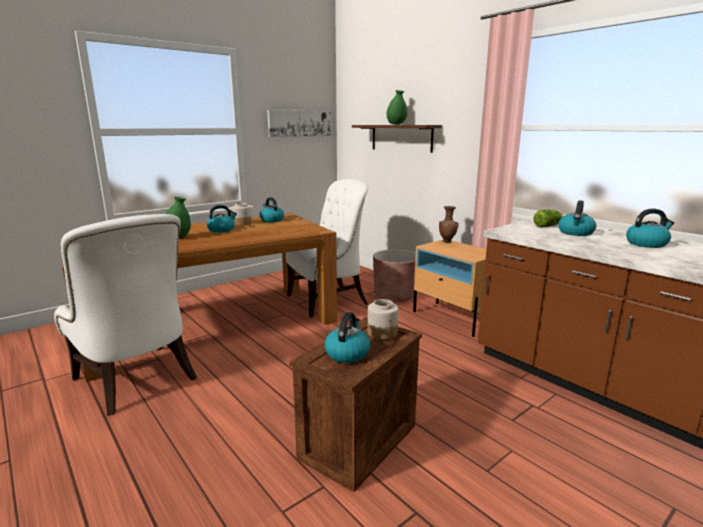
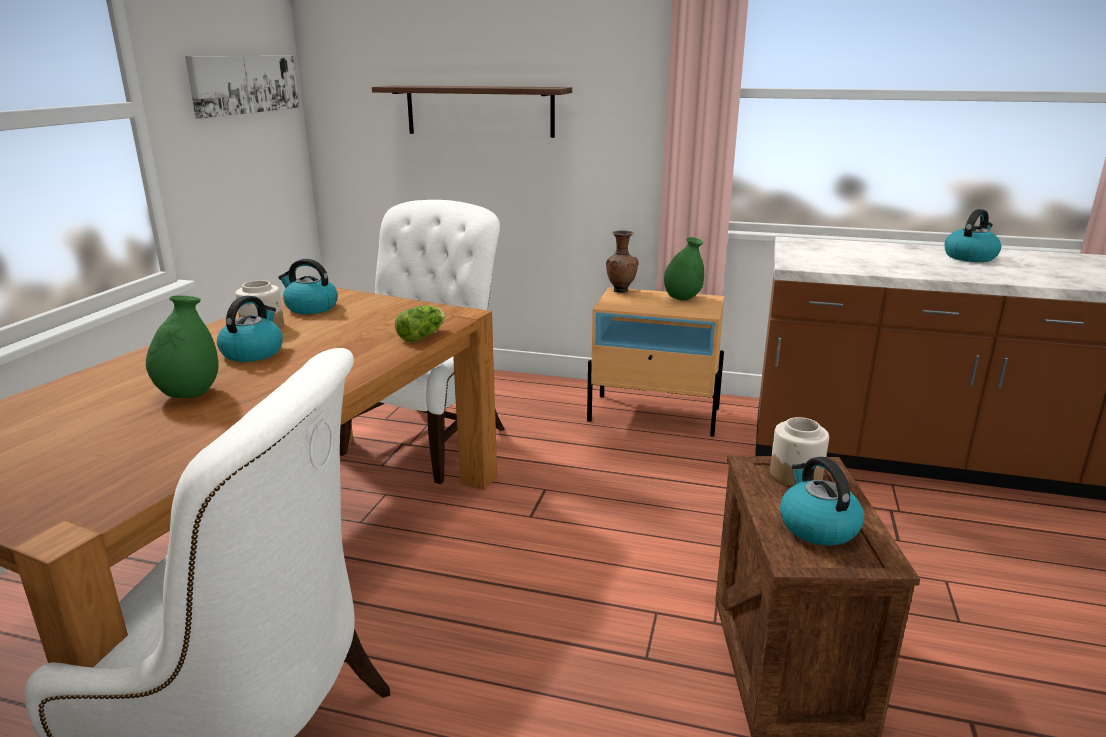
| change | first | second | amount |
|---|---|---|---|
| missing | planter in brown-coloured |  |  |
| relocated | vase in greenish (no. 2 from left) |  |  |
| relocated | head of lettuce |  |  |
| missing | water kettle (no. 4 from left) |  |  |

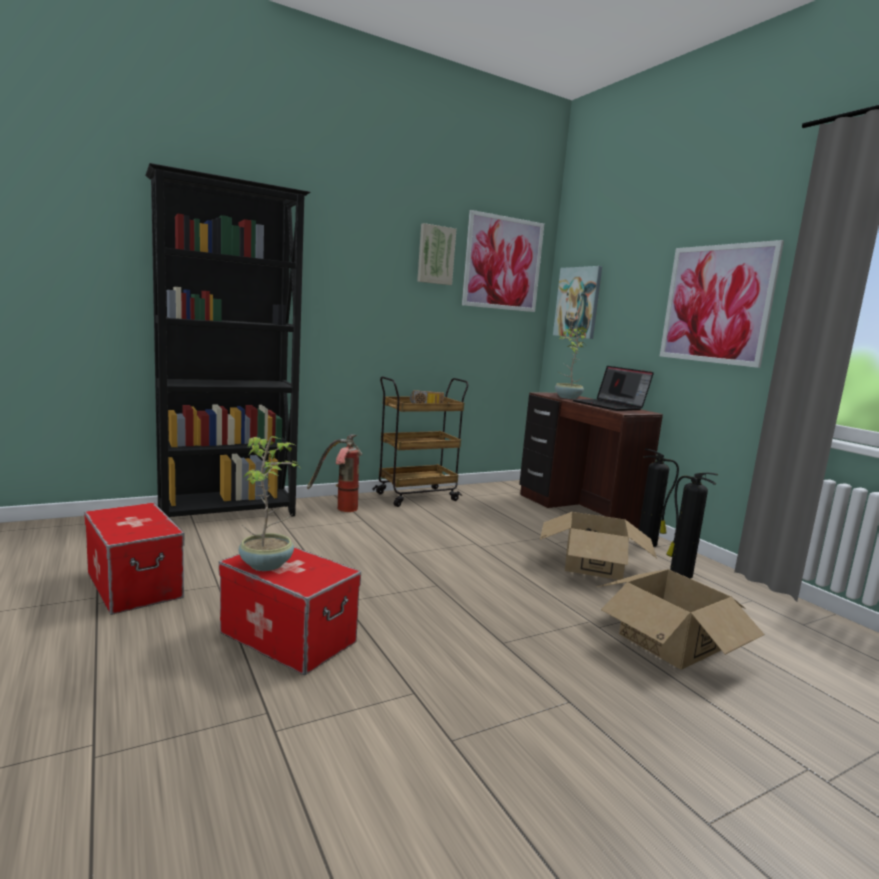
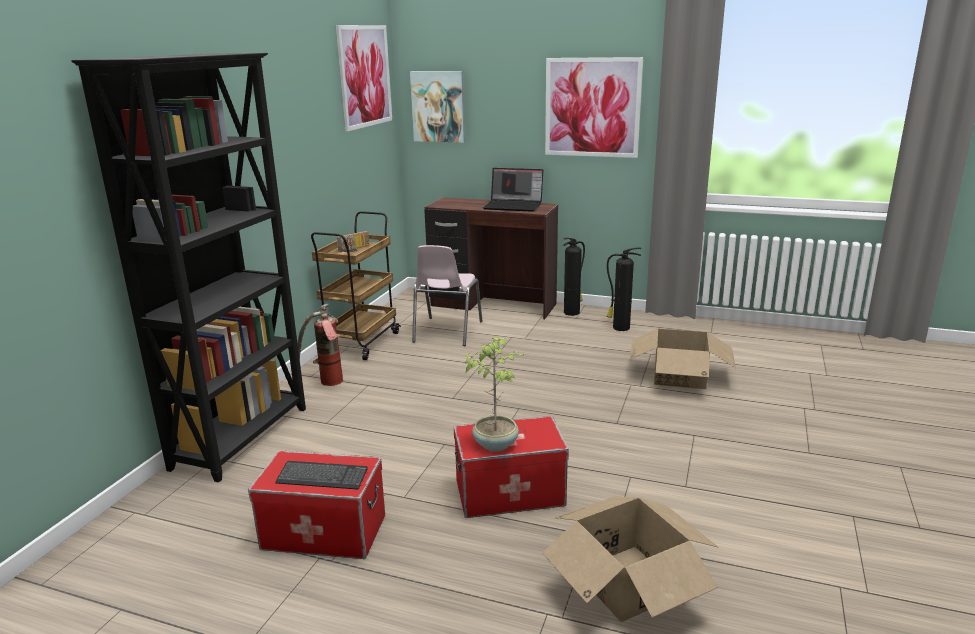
| change | first | second | amount |
|---|---|---|---|
| missing | wall picture (no. 1 from left) |  |  |
| relocated | carton (no. 1 from left) |  |  |
| missing | potted plant (no. 2 from left) |  |  |
| appeared |  | keyboard |  |
| appeared |  | chair in pinkish |  |

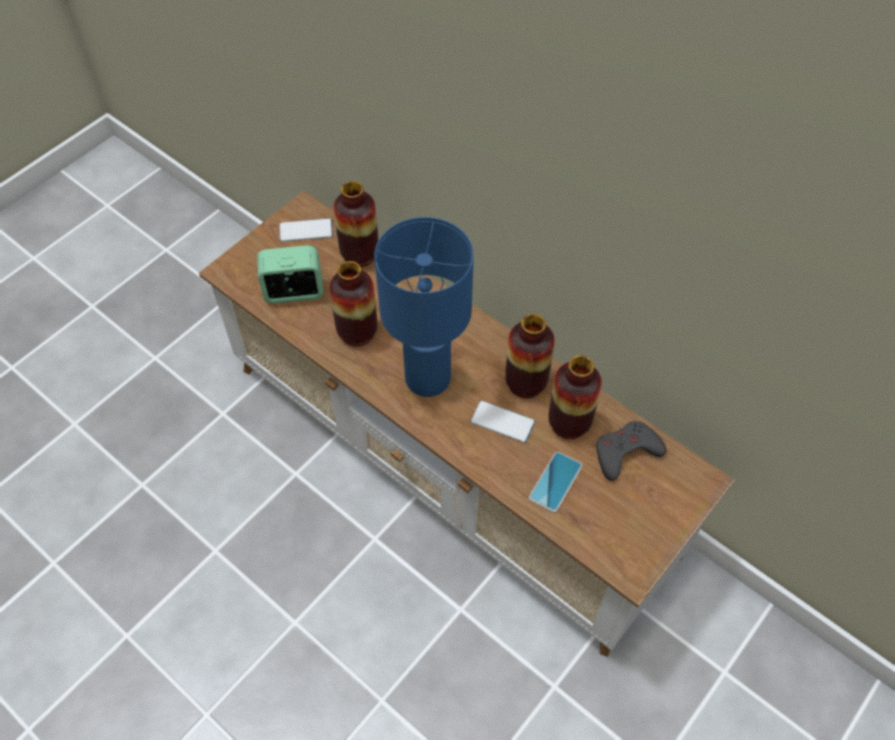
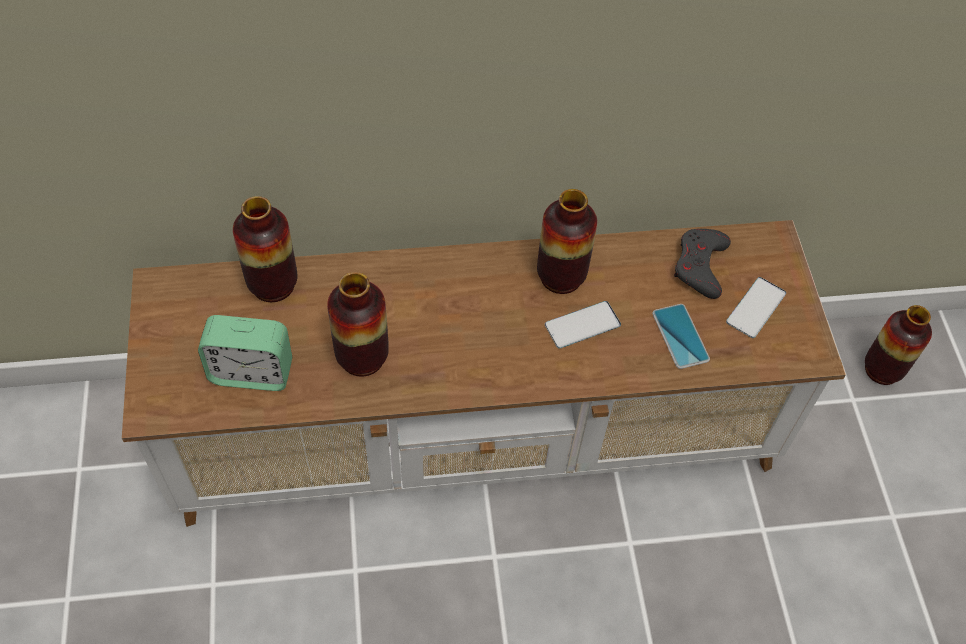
| change | first | second | amount |
|---|---|---|---|
| spun | table clock |  | 120 degrees counterclockwise |
| relocated | phone (no. 1 from left in the first image) | phone (no. 3 from left) |  |
| missing | table lamp in blue-coloured |  |  |
| relocated | vase (no. 4 from left) |  |  |

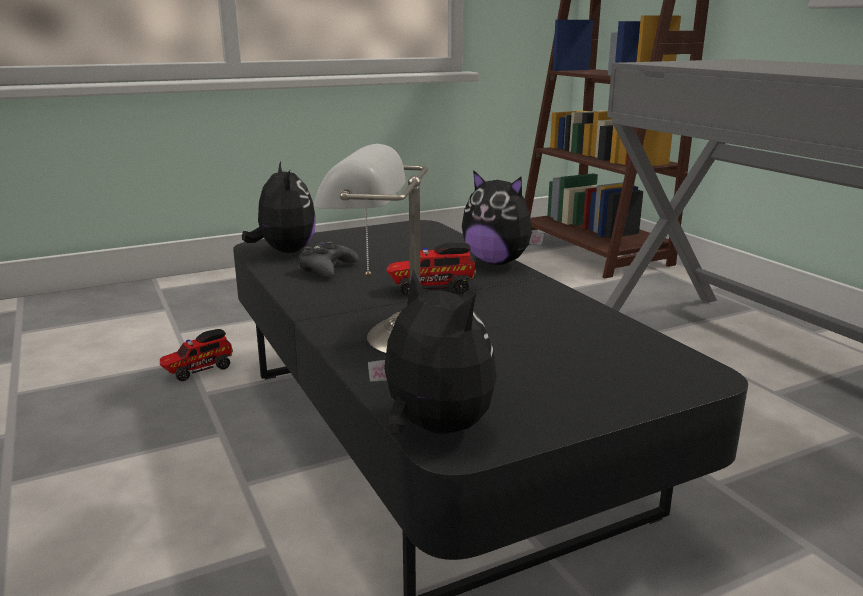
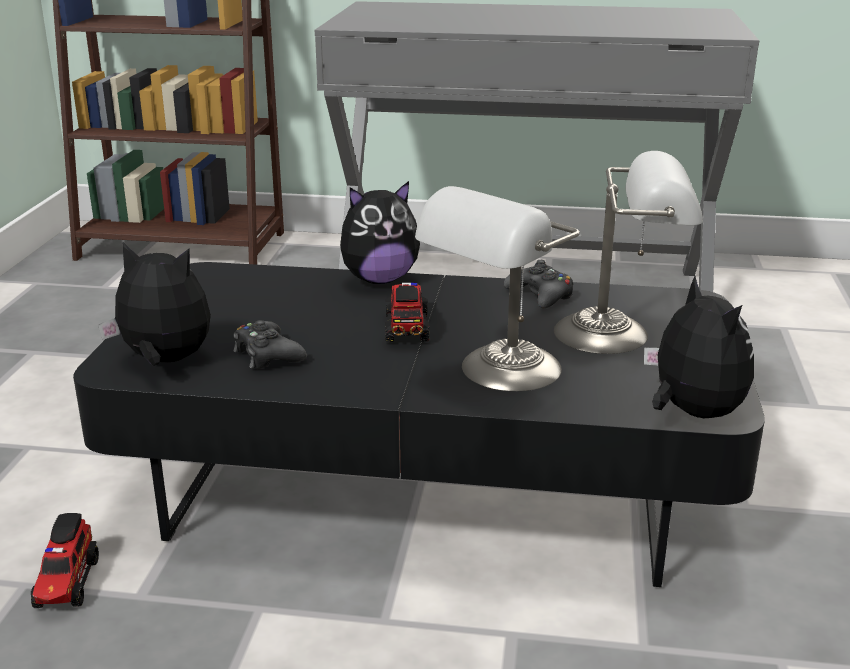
| change | first | second | amount |
|---|---|---|---|
| spun | cuddly toy (no. 2 from left in the first image) | cuddly toy (no. 3 from left) | 75 degrees clockwise |
| spun | toy truck (no. 2 from left) |  | 150 degrees clockwise |
| appeared |  | gamepad in black (no. 2 from left) |  |
| appeared |  | table lamp in white (no. 2 from left) |  |

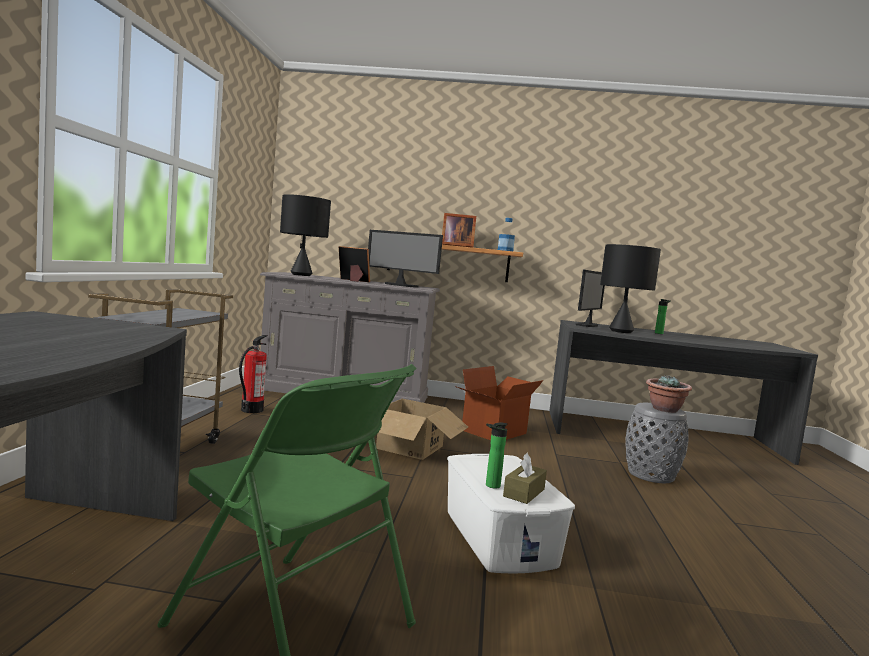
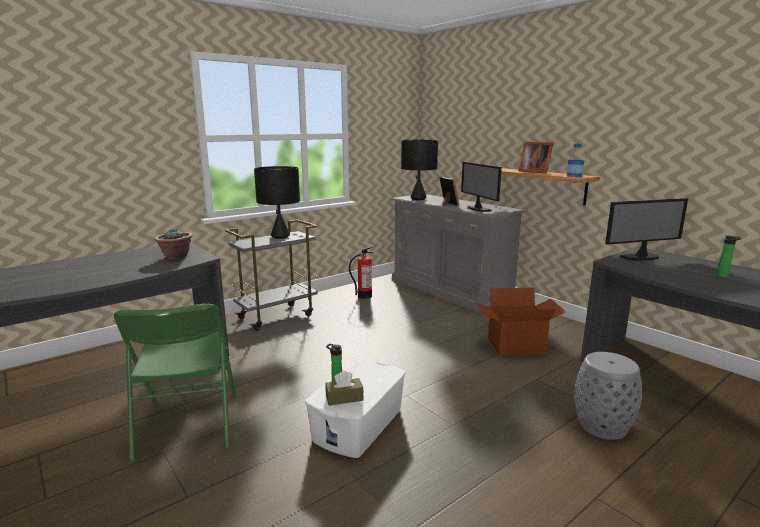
| change | first | second | amount |
|---|---|---|---|
| missing | carton (no. 1 from left) |  |  |
| relocated | table lamp in black (no. 2 from left in the first image) | table lamp in black (no. 1 from left) |  |
| relocated | potted plant |  |  |

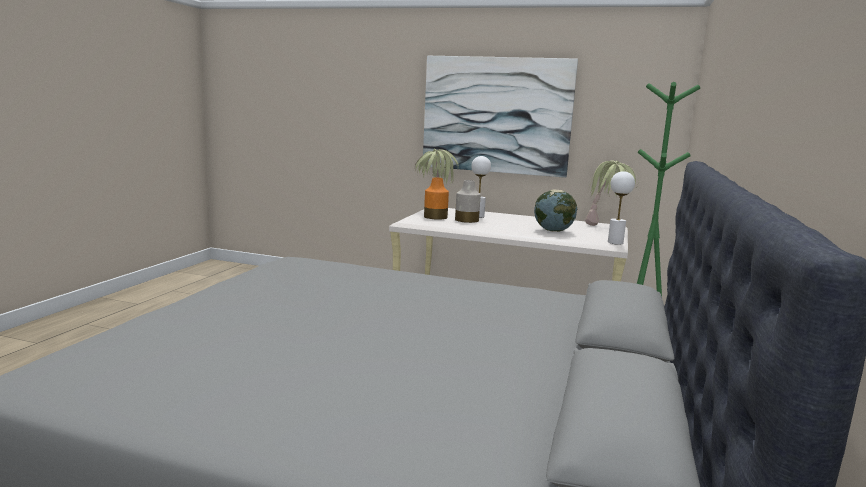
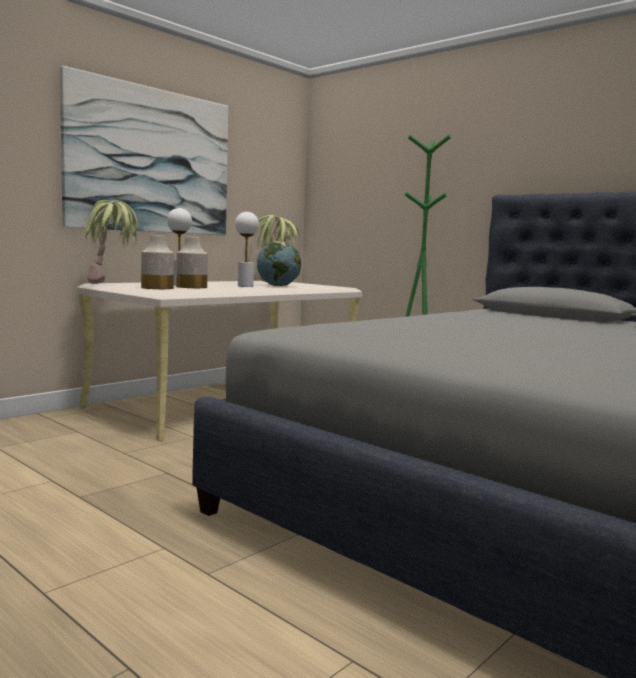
| change | first | second | amount |
|---|---|---|---|
| colour | vase in orangey | vase in beige-coloured (no. 1 from left) |  |
| relocated | table lamp in white (no. 2 from left) |  |  |

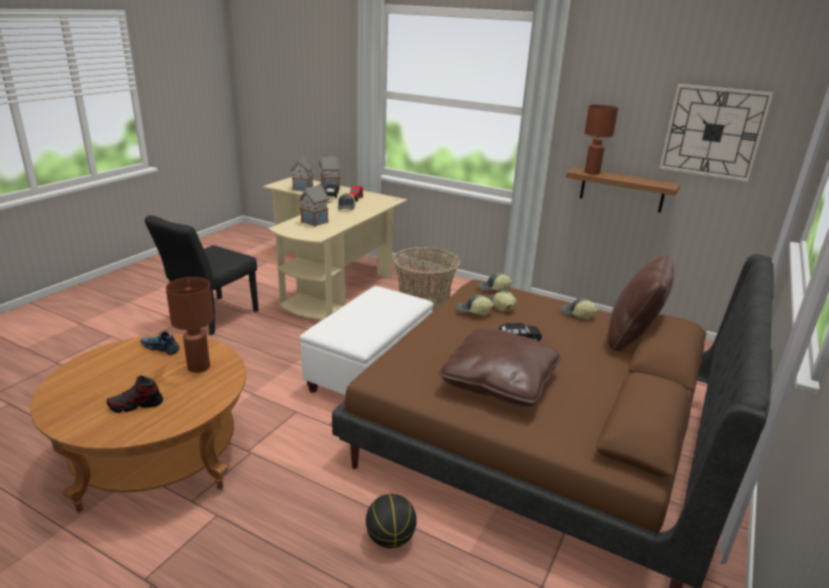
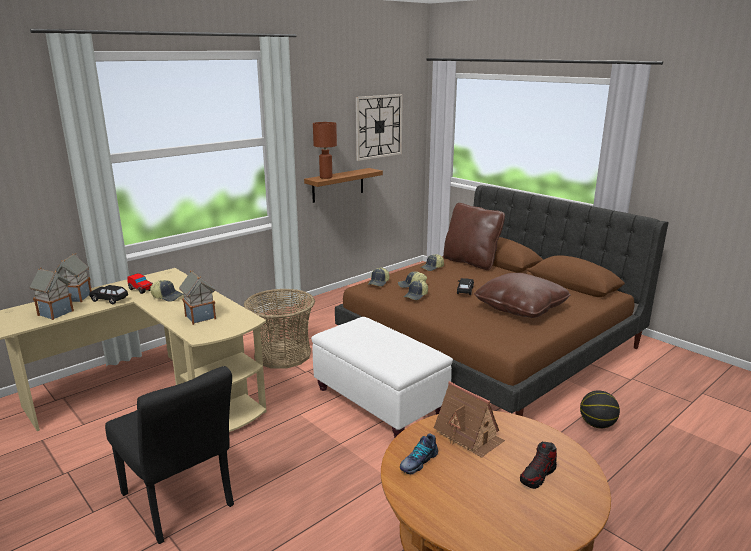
| change | first | second | amount |
|---|---|---|---|
| spun | low shoe (no. 1 from left in the first image) | low shoe (no. 2 from left) | 45 degrees clockwise |
| exchanged | table lamp in brown-coloured (no. 1 from left) | toy house (no. 4 from left) |  |

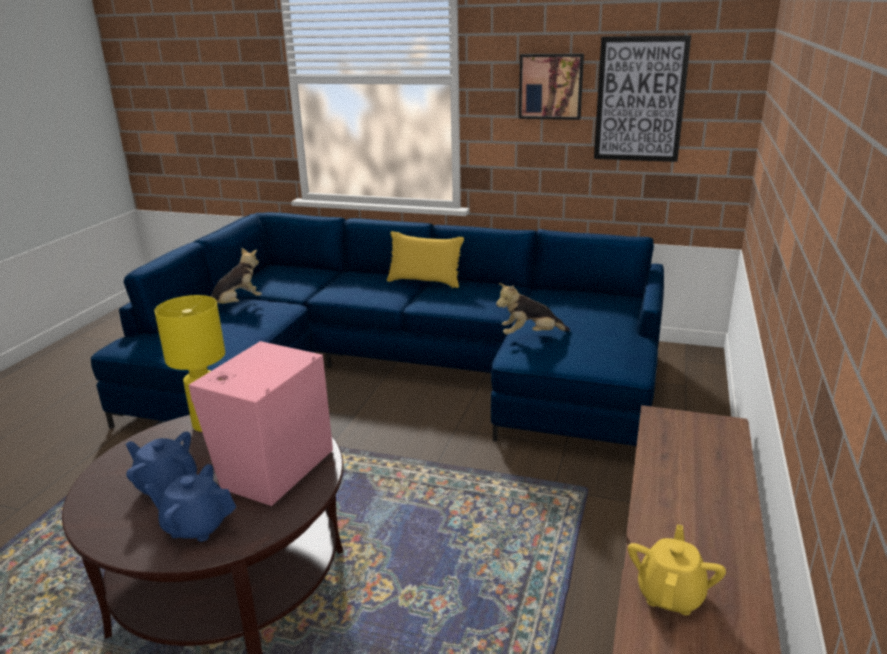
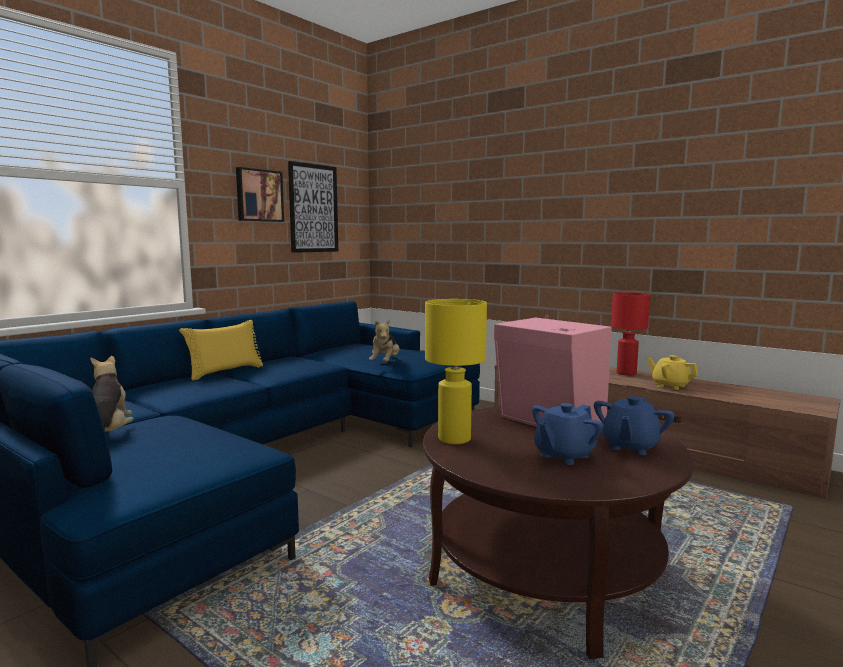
| change | first | second | amount |
|---|---|---|---|
| appeared |  | table lamp in red |  |

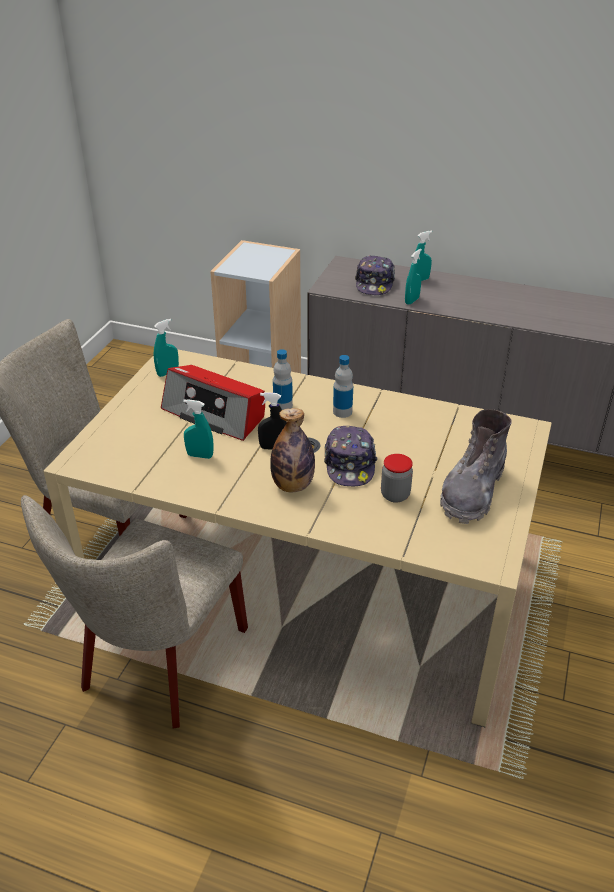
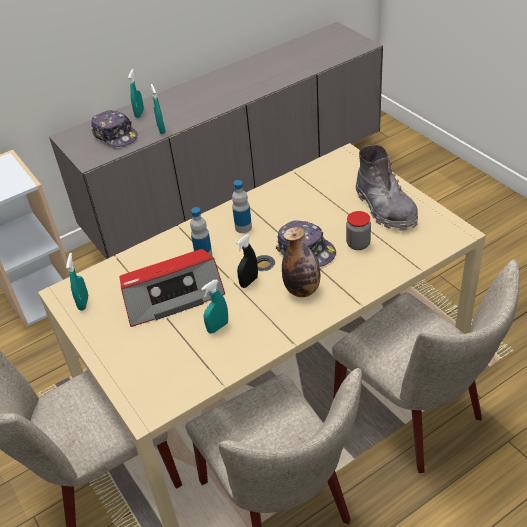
| change | first | second | amount |
|---|---|---|---|
| appeared |  | chair in beige-coloured (no. 3 from left) |  |

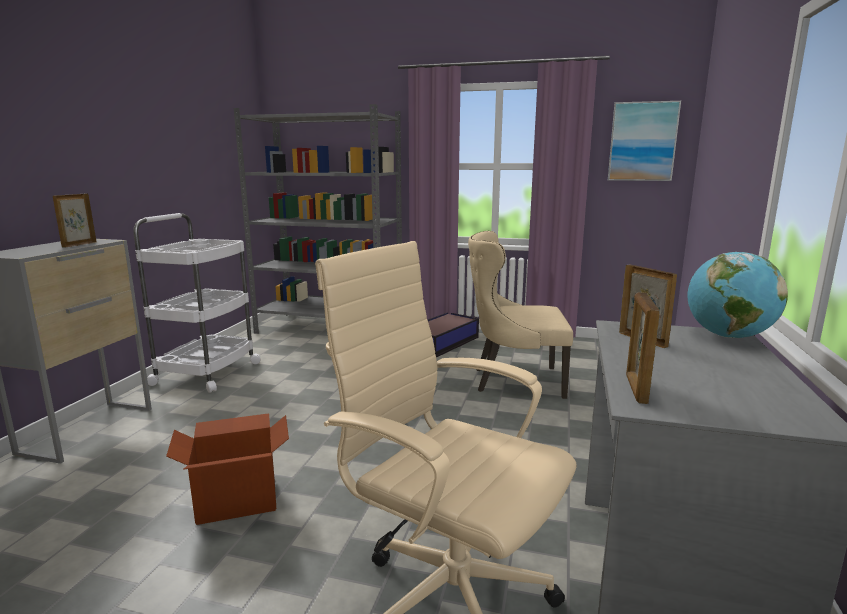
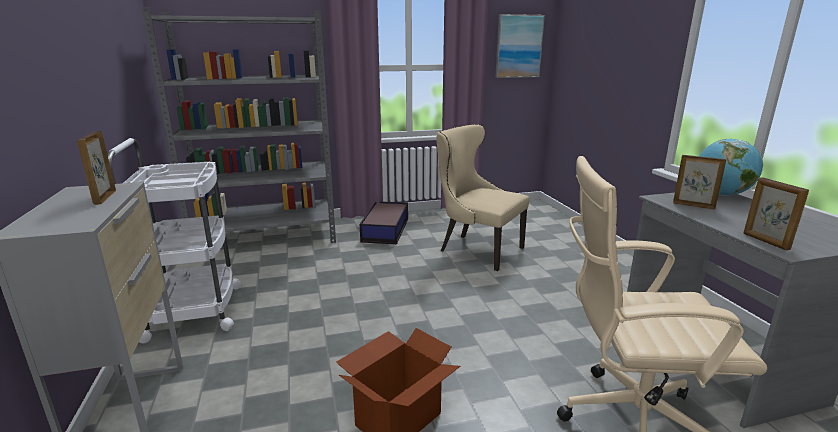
| change | first | second | amount |
|---|---|---|---|
| spun | chair in beige-coloured |  | 60 degrees clockwise |

